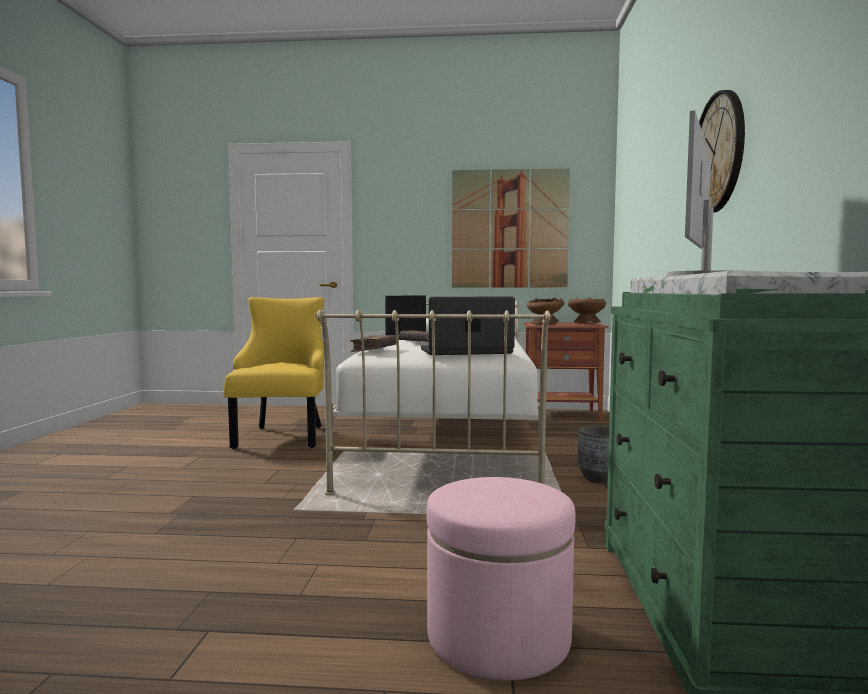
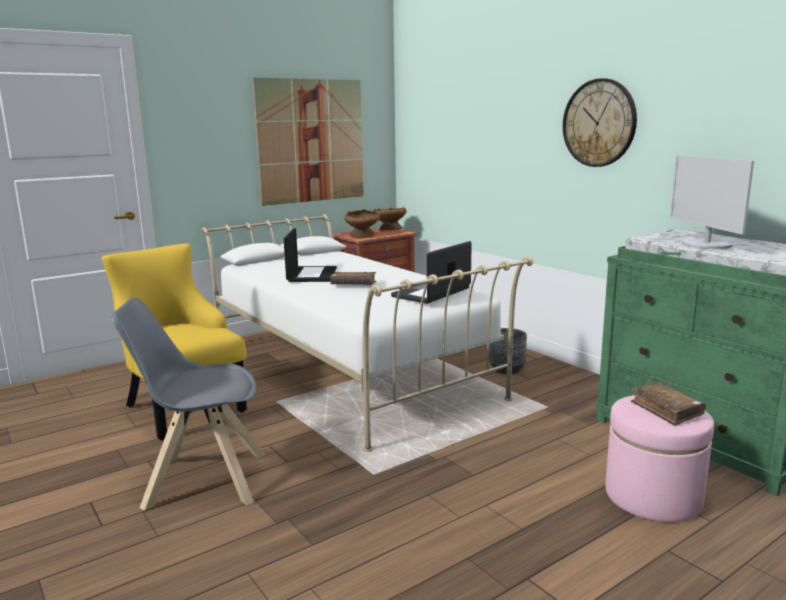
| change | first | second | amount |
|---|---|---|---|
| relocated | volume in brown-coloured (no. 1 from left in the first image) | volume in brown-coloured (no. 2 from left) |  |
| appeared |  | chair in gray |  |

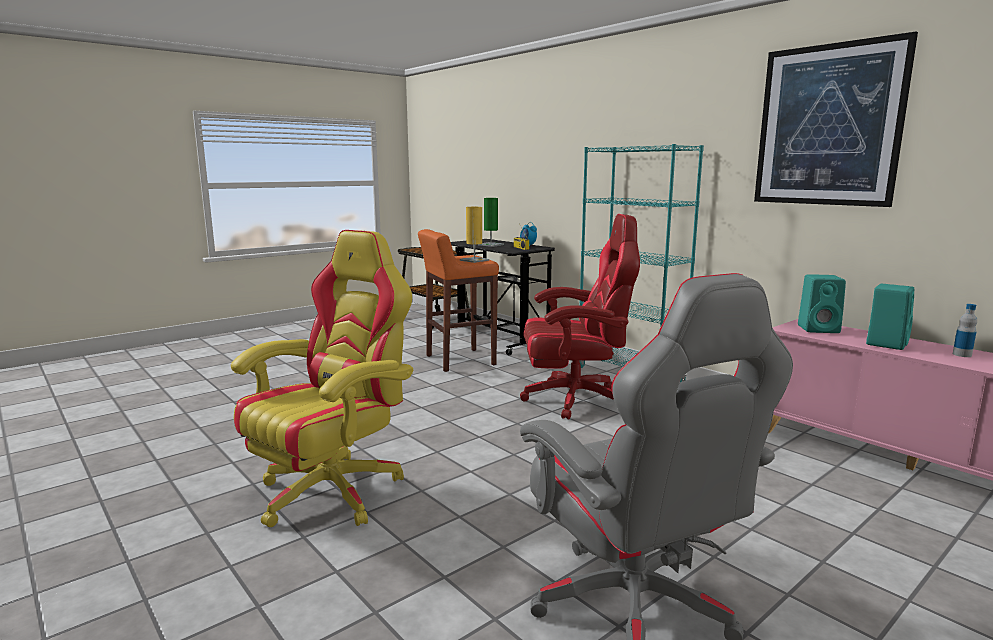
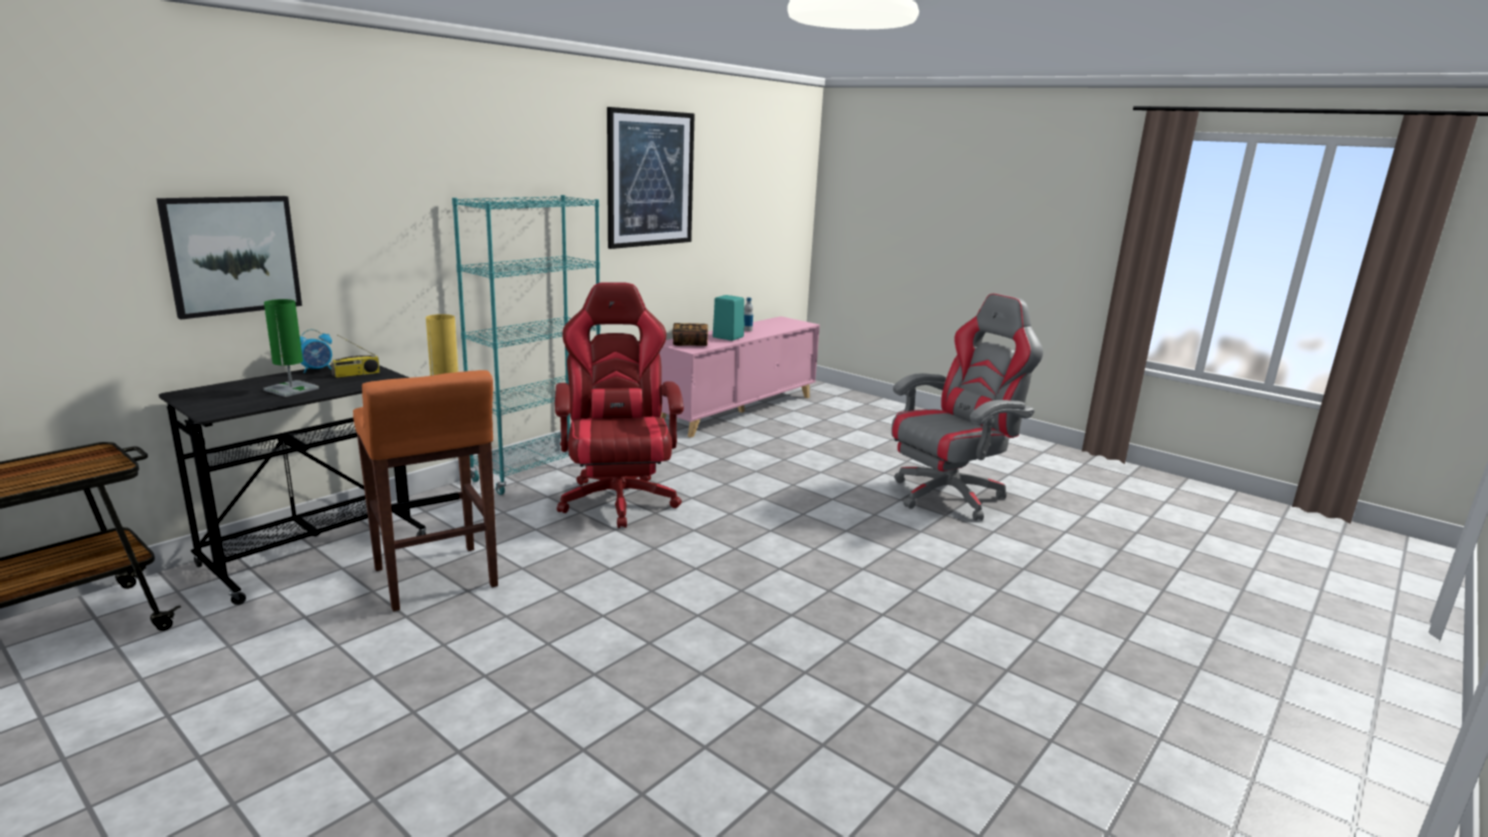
| change | first | second | amount |
|---|---|---|---|
| missing | desk chair in yellowish |  |  |
| exchanged | audio speaker in turquoise-coloured (no. 1 from left) | volume |  |
| appeared |  | wall picture (no. 1 from left) |  |

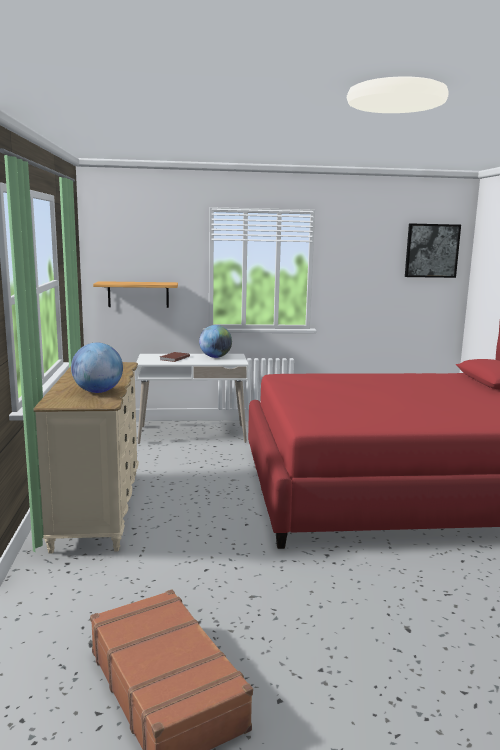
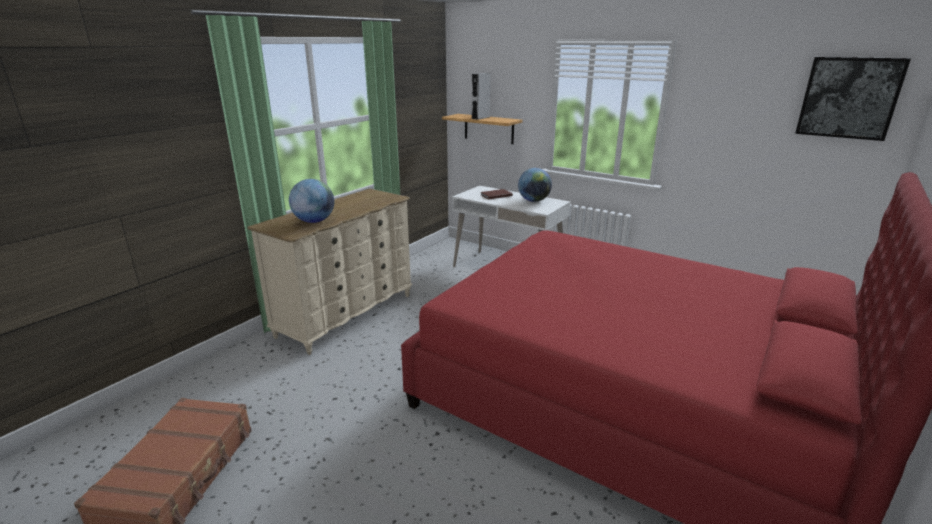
| change | first | second | amount |
|---|---|---|---|
| appeared |  | audio speaker in gray |  |

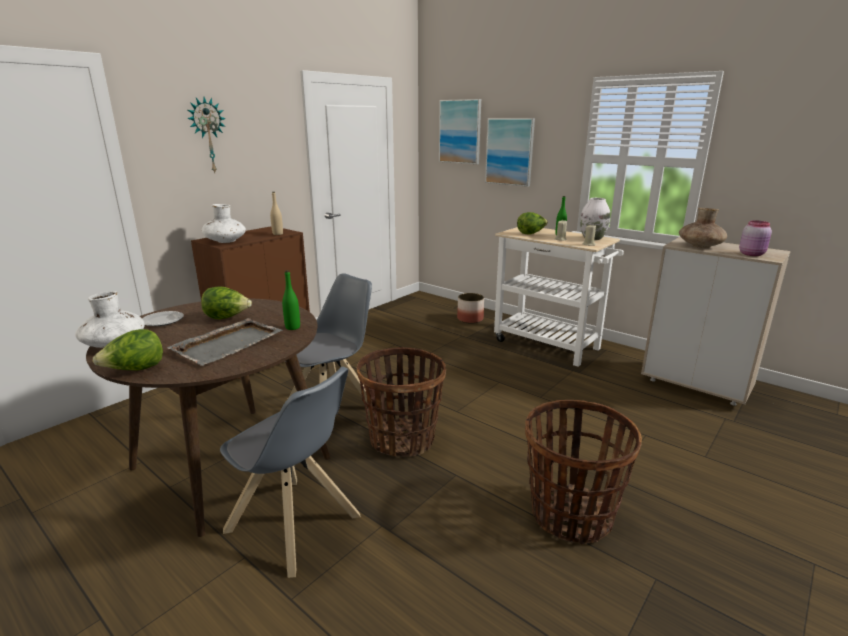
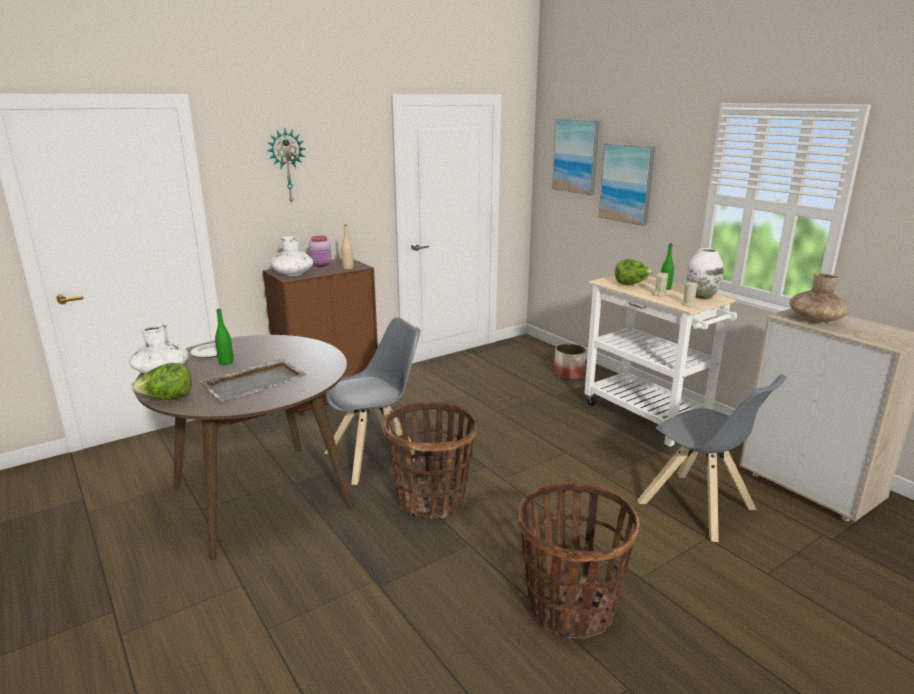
| change | first | second | amount |
|---|---|---|---|
| missing | head of lettuce (no. 2 from left) |  |  |
| relocated | chair in gray (no. 1 from left in the first image) | chair in gray (no. 2 from left) |  |
| relocated | beverage bottle in greenish (no. 1 from left) |  |  |
| relocated | storage jar in pinkish |  |  |

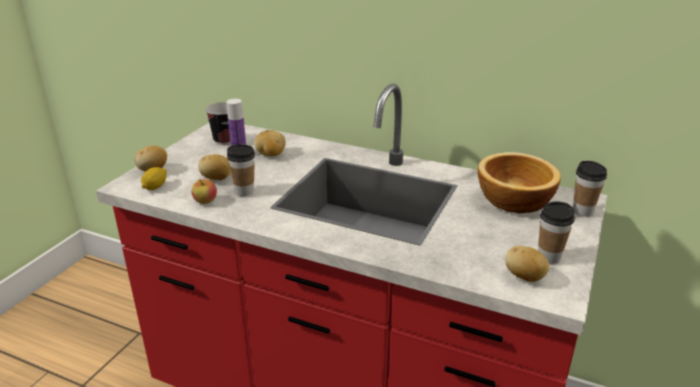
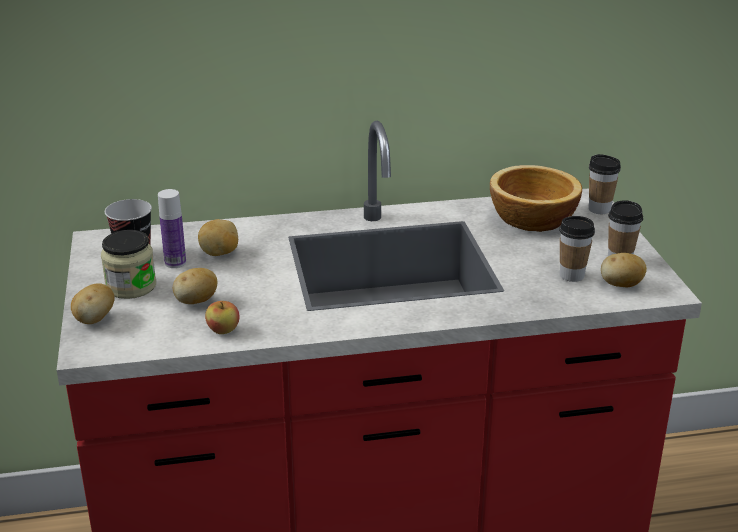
| change | first | second | amount |
|---|---|---|---|
| missing | citrus fruit |  |  |
| relocated | small cup (no. 2 from left) |  |  |
| appeared |  | storage jar |  |

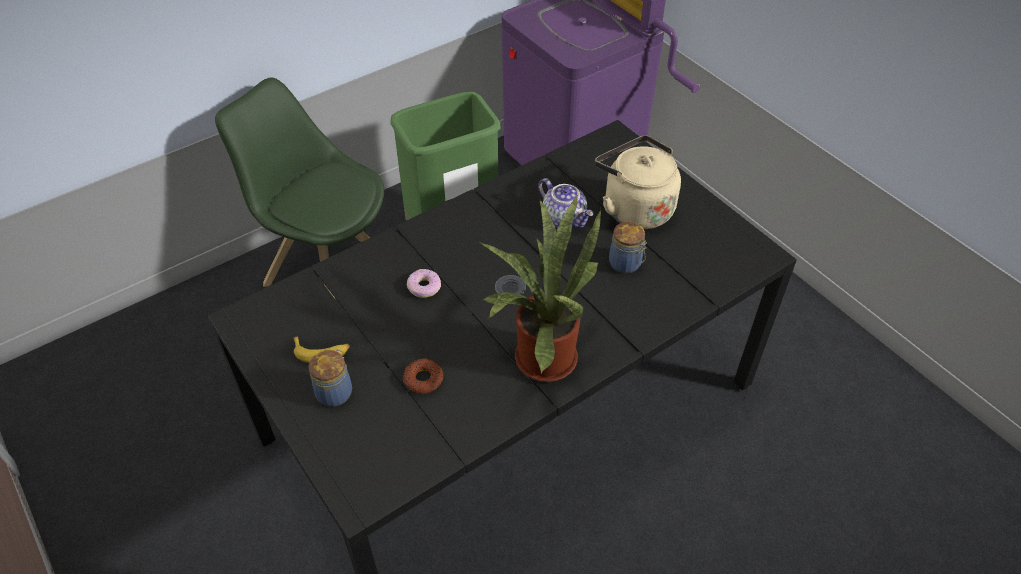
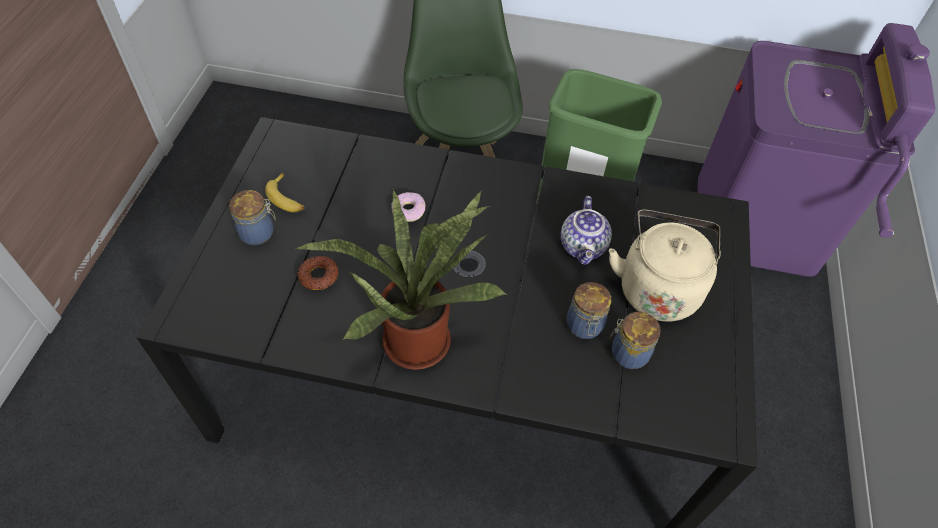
| change | first | second | amount |
|---|---|---|---|
| appeared |  | storage jar (no. 3 from left) |  |

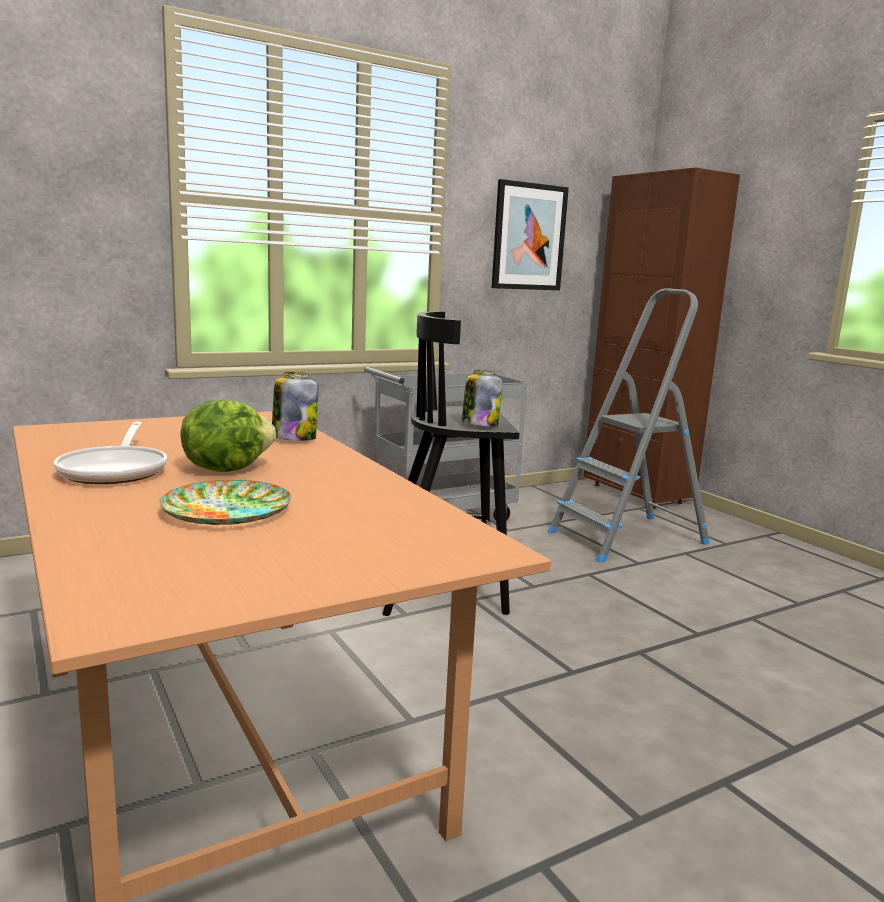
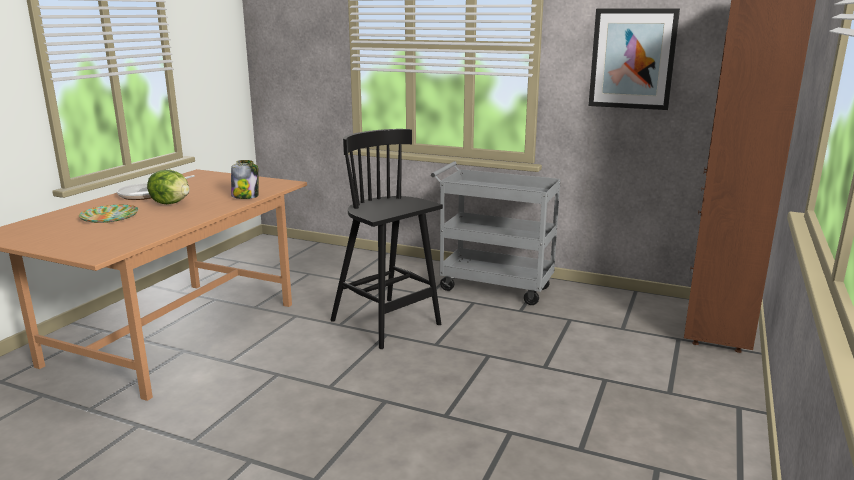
| change | first | second | amount |
|---|---|---|---|
| missing | storage jar (no. 2 from left) |  |  |
| missing | step stool in gray |  |  |

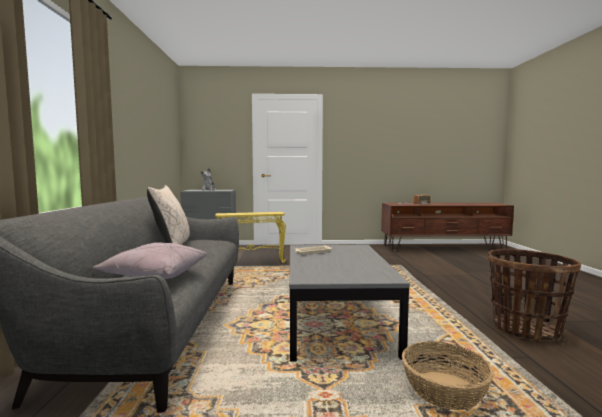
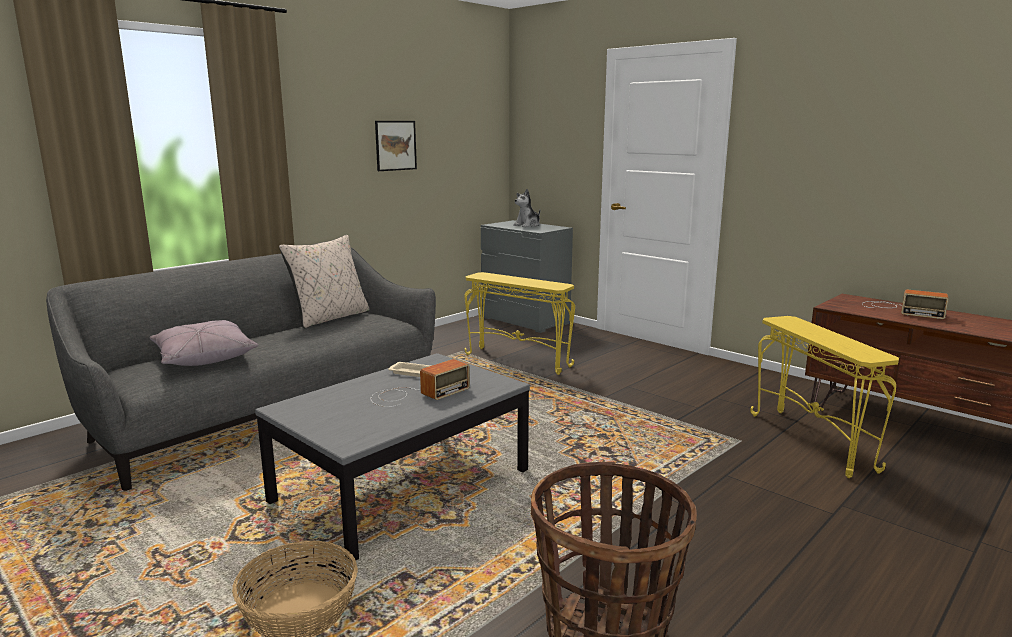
| change | first | second | amount |
|---|---|---|---|
| appeared |  | radio set (no. 1 from left) |  |
| appeared |  | wall picture |  |
| appeared |  | side table in yellowish (no. 2 from left) |  |

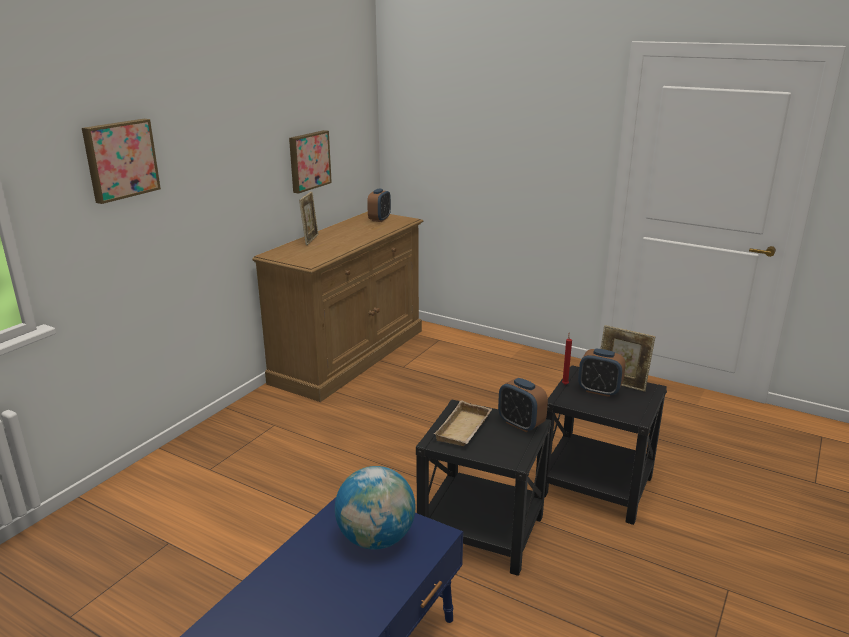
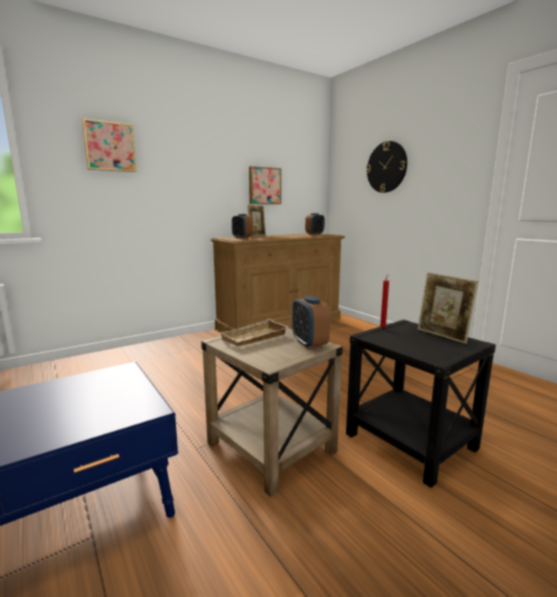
| change | first | second | amount |
|---|---|---|---|
| missing | desk globe |  |  |
| colour | side table in black (no. 1 from left) | side table in beige-coloured |  |
| relocated | table clock (no. 3 from left in the first image) | table clock (no. 1 from left) |  |
| appeared |  | clock on the wall |  |

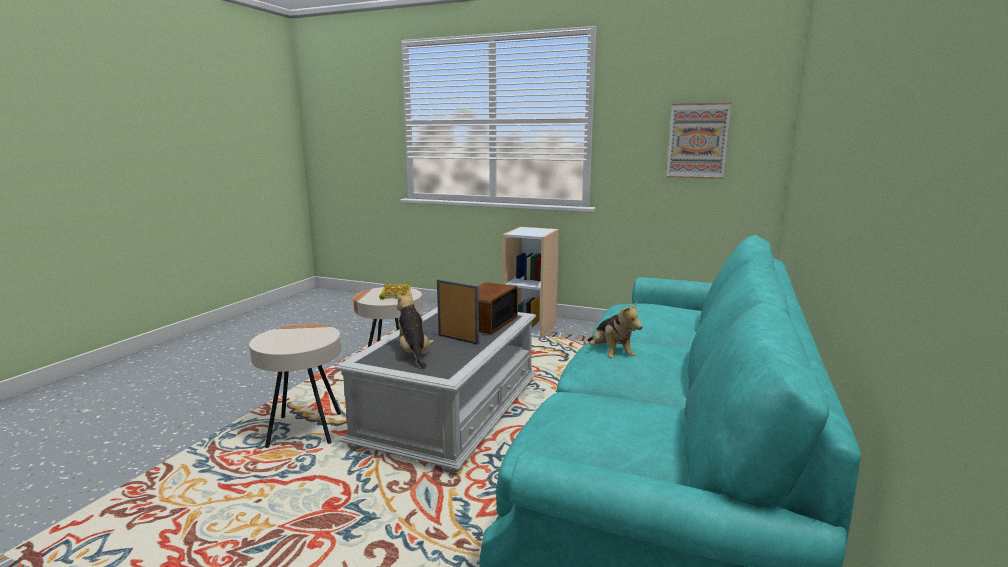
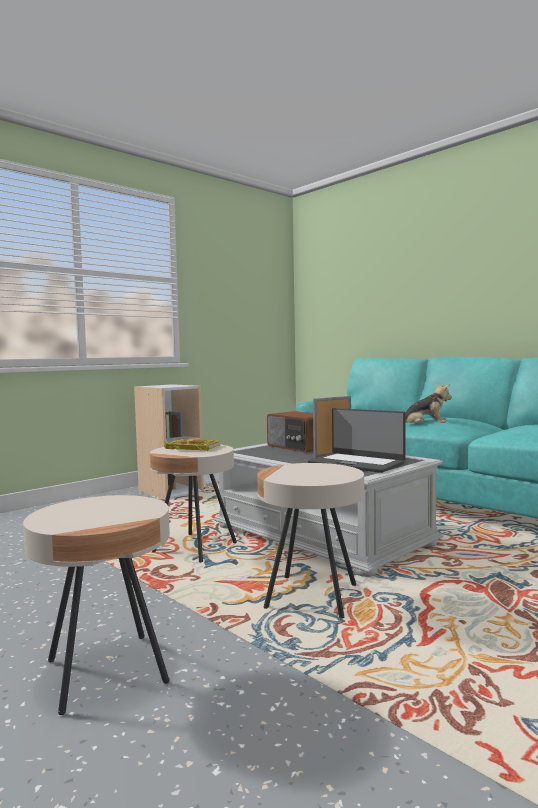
| change | first | second | amount |
|---|---|---|---|
| exchanged | cuddly toy (no. 1 from left) | notebook computer |  |
| missing | wall picture |  |  |
| appeared |  | side table in beige-coloured (no. 1 from left) |  |

